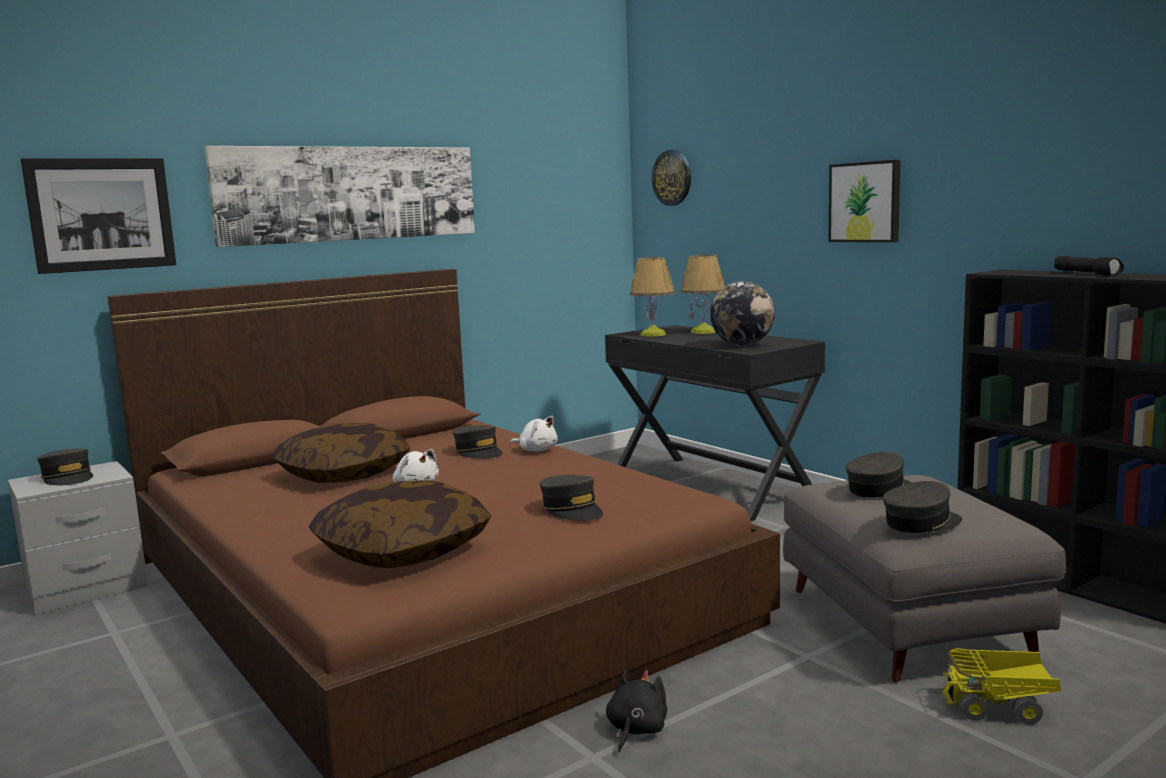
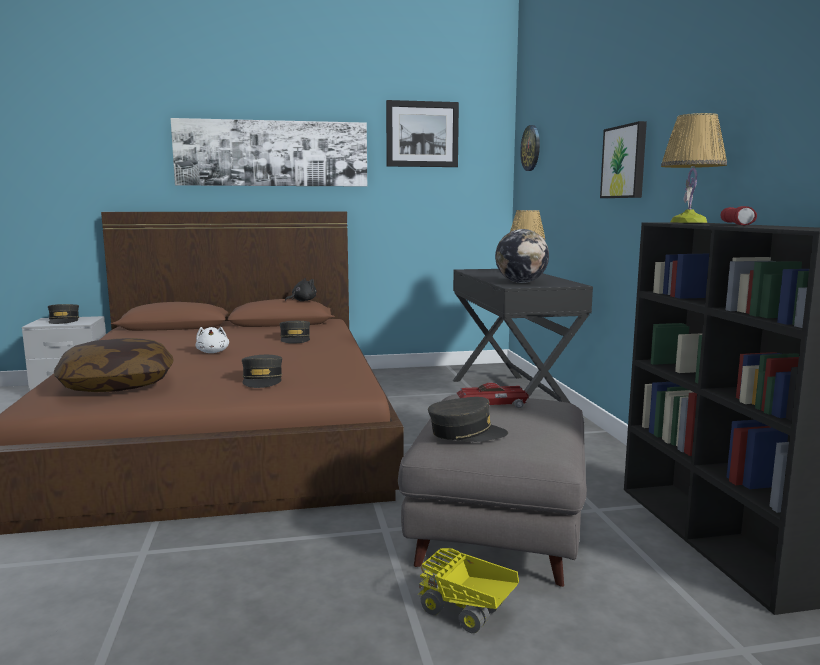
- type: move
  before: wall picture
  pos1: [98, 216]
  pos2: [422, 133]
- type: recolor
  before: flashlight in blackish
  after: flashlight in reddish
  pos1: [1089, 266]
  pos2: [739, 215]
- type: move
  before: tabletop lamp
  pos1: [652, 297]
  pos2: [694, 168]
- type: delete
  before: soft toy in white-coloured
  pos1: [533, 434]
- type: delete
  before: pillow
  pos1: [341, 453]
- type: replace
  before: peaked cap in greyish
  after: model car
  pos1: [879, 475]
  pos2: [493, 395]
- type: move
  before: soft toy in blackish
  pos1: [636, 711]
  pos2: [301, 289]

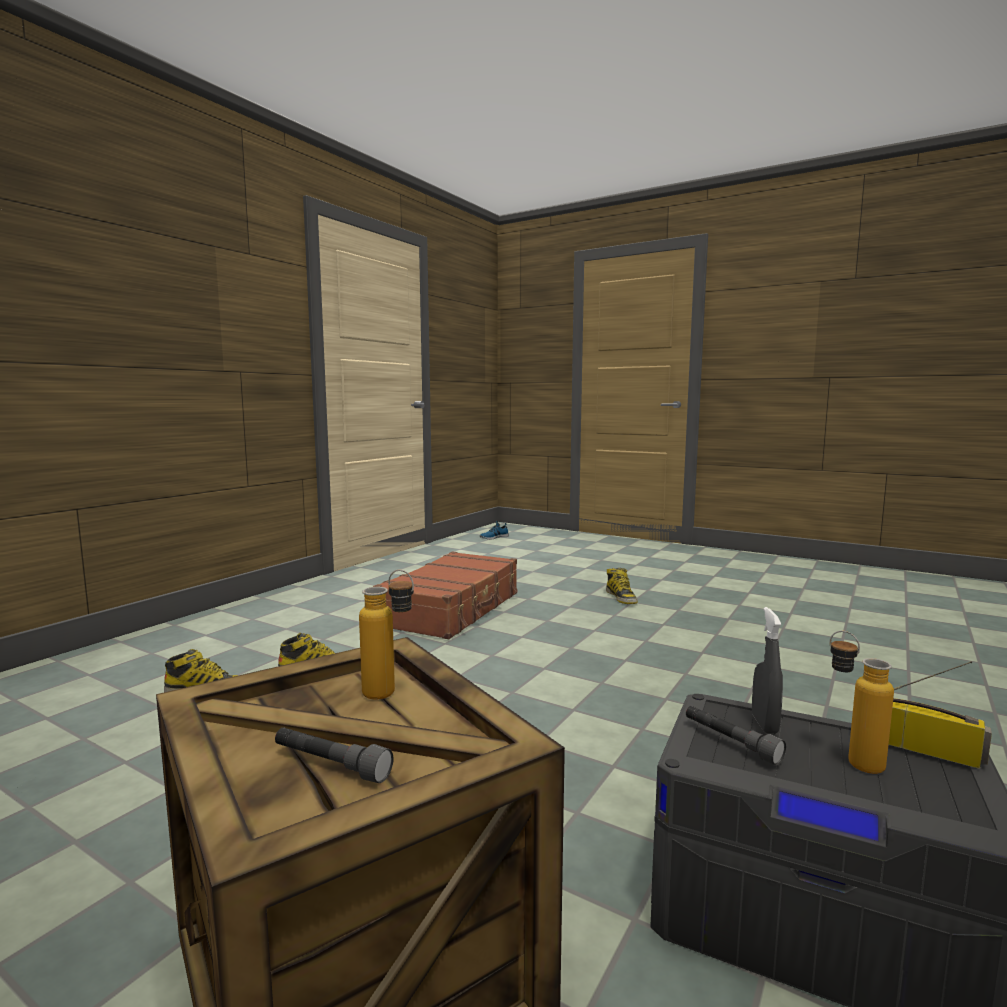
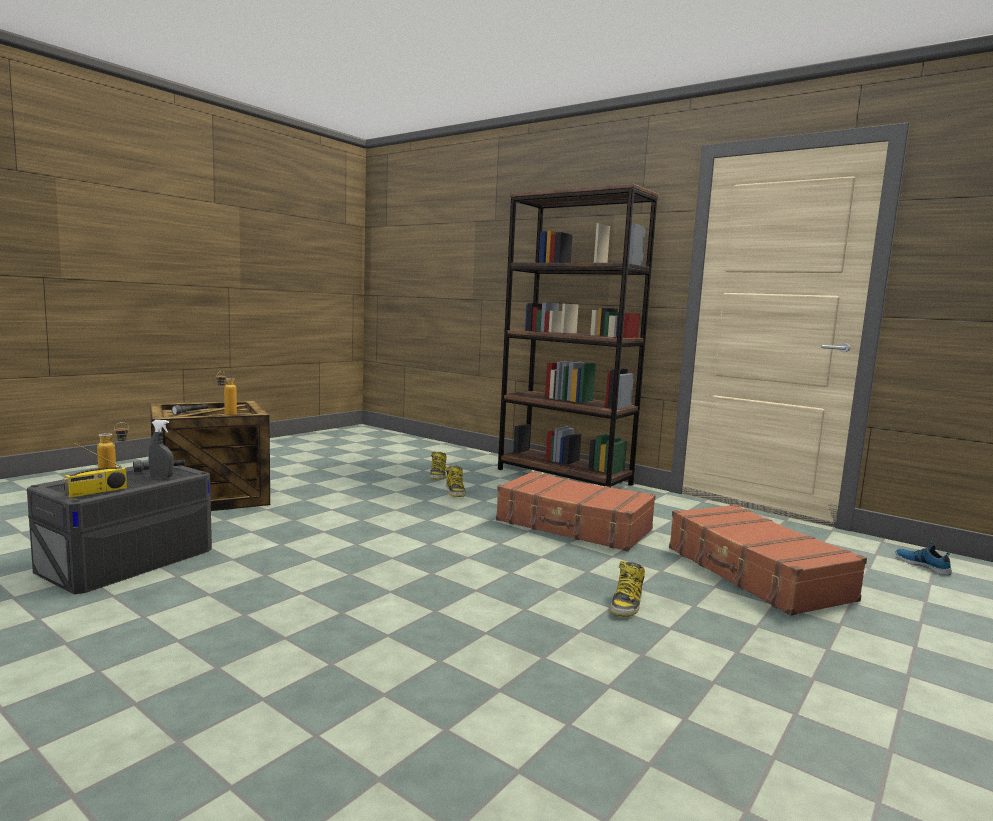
- type: rotate
  before: high-top boot
  pos1: [622, 586]
  pos2: [627, 589]
  turn: -60
- type: insert
  after: bookcase in brownish
  pos2: [578, 336]
- type: insert
  after: travel case in brownish
  pos2: [768, 560]

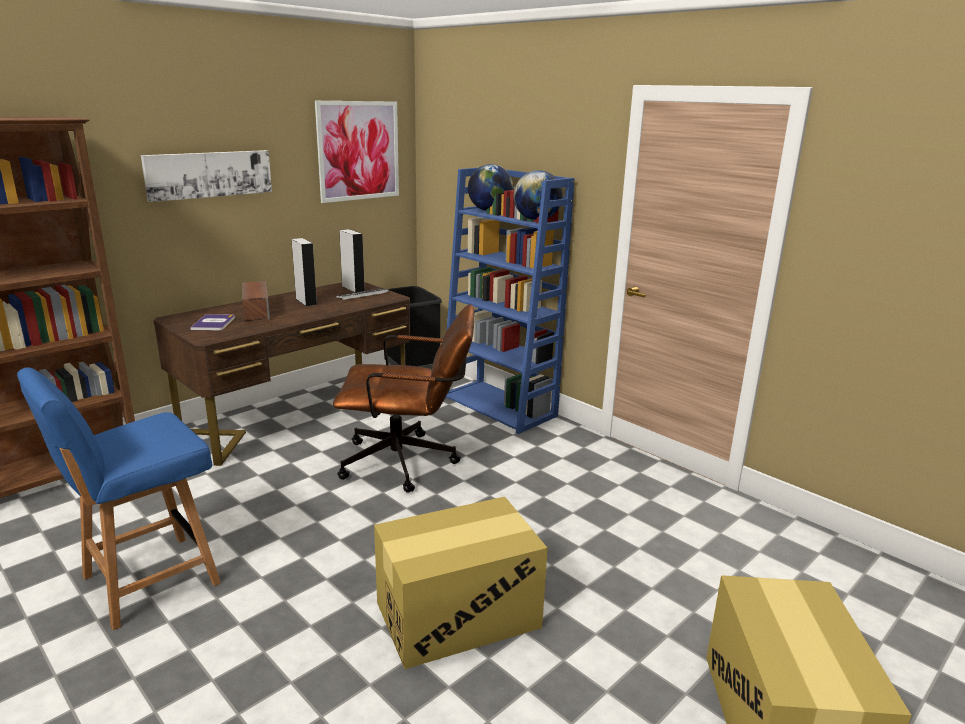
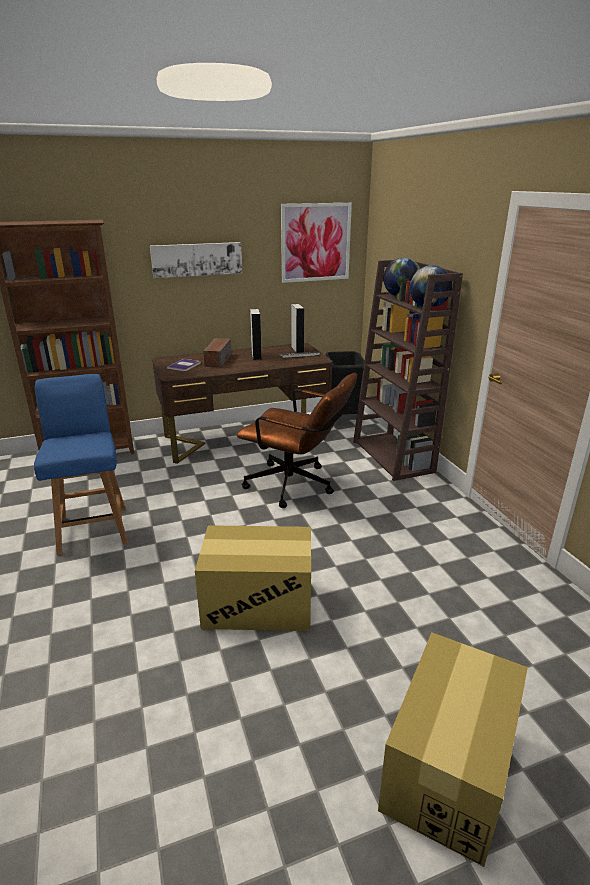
- type: recolor
  before: bookcase in blue
  after: bookcase in brownish
  pos1: [510, 301]
  pos2: [408, 370]
- type: rotate
  before: plain chair in blue
  pos1: [119, 499]
  pos2: [81, 464]
  turn: 90

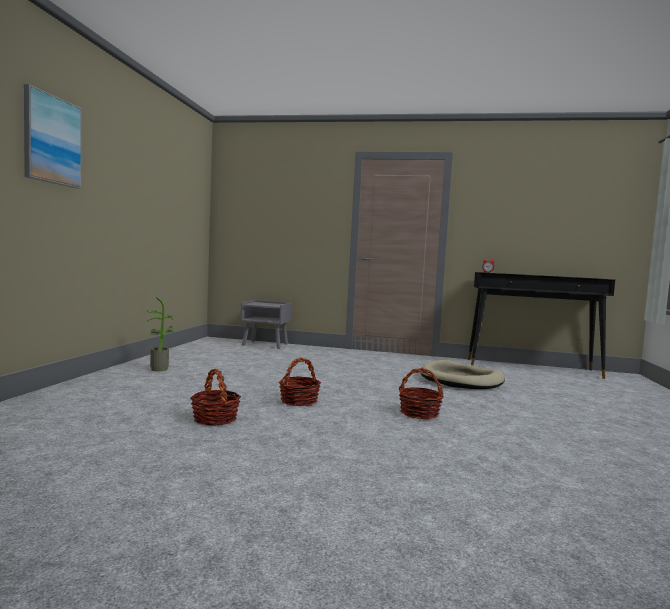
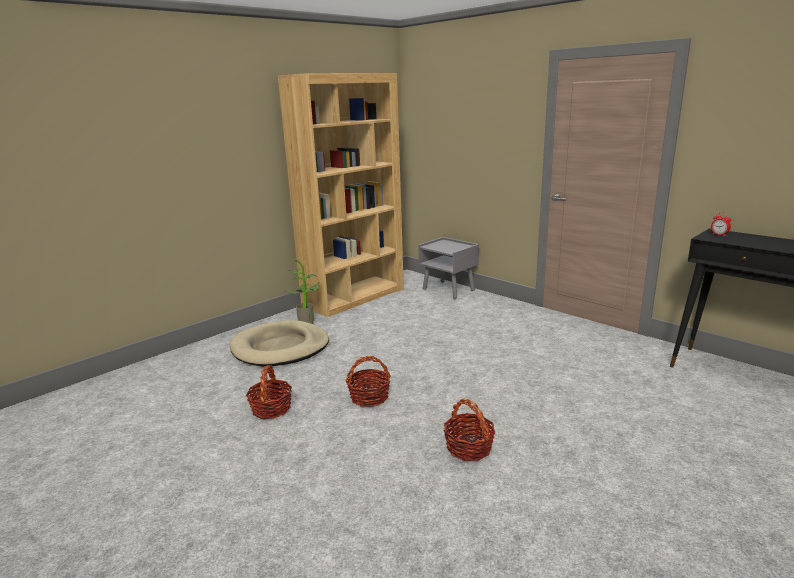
- type: delete
  before: wall picture
  pos1: [53, 136]
- type: move
  before: pet bed in beige
  pos1: [462, 374]
  pos2: [279, 343]
- type: insert
  after: bookcase in brownish
  pos2: [341, 195]

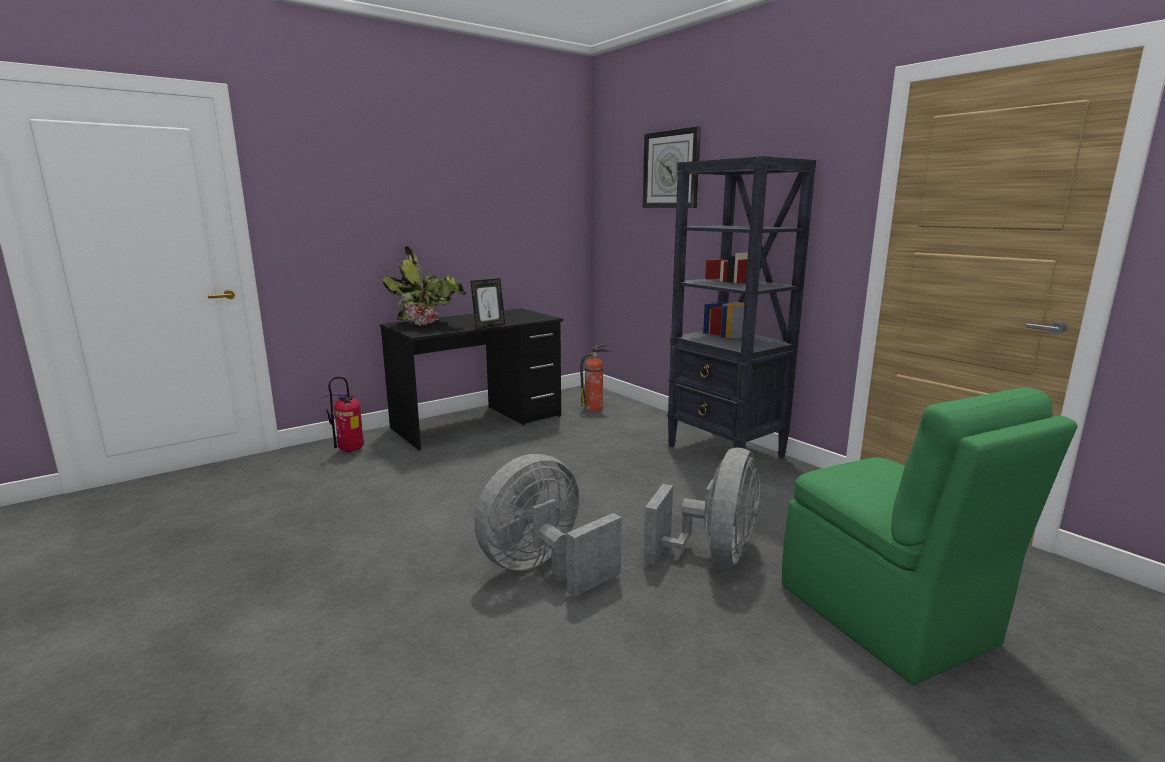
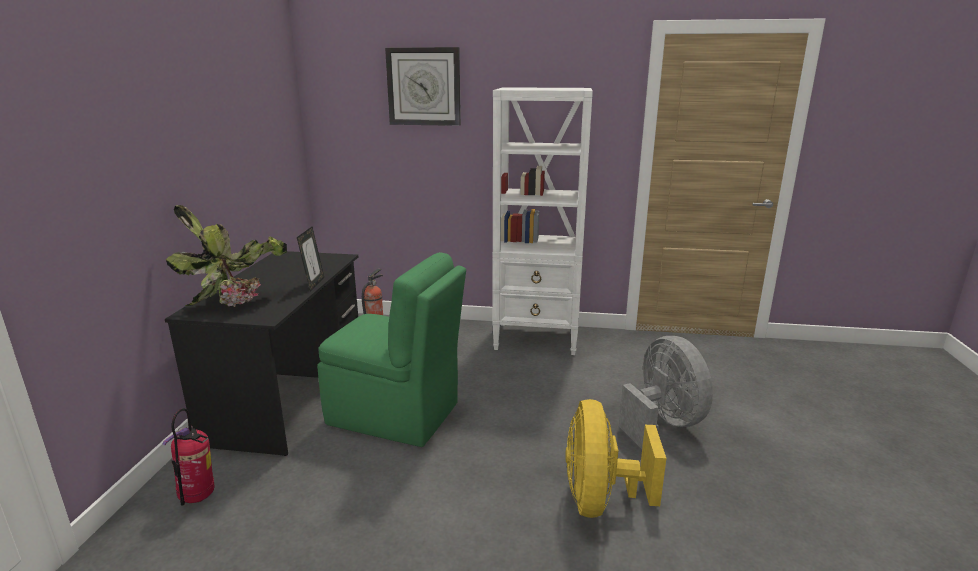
- type: recolor
  before: bookcase in blackish
  after: bookcase in white-coloured
  pos1: [741, 307]
  pos2: [542, 221]
- type: move
  before: plain chair in green-coloured
  pos1: [930, 536]
  pos2: [391, 349]
- type: recolor
  before: cooling fan in greyish
  after: cooling fan in yellowish
  pos1: [548, 525]
  pos2: [615, 458]

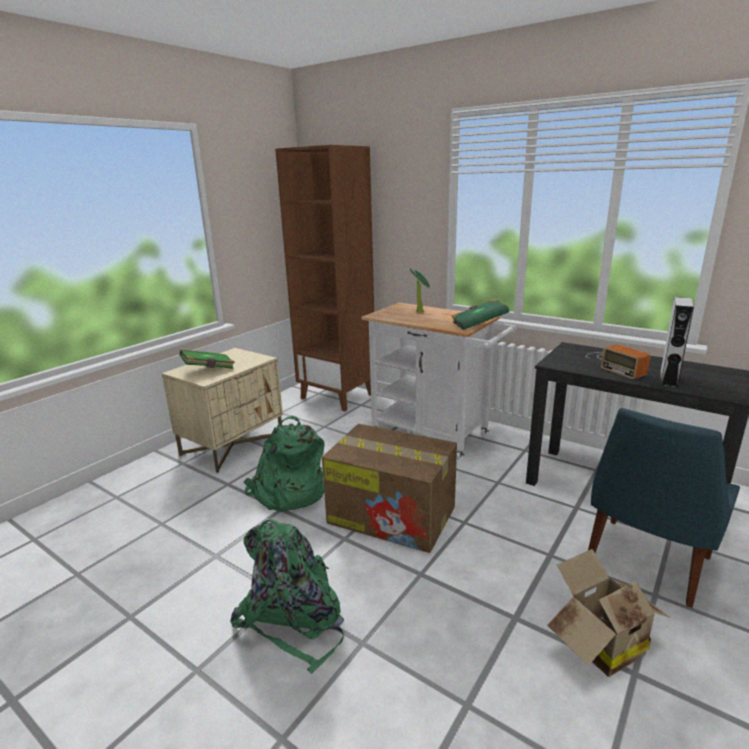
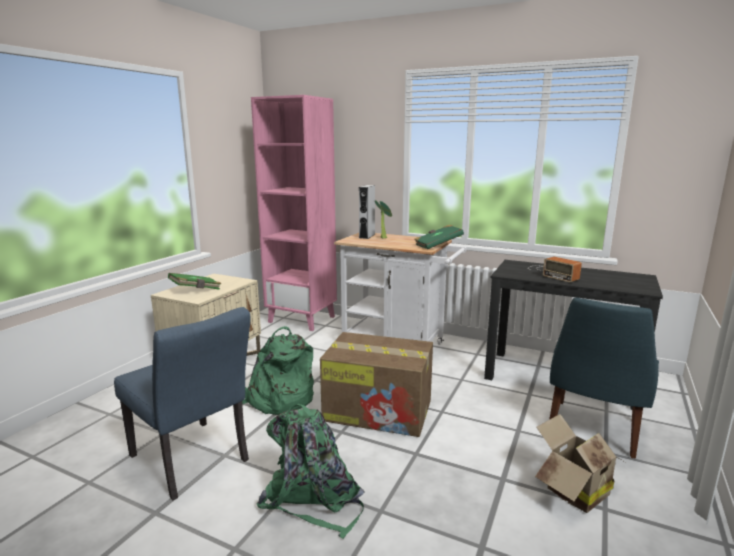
- type: recolor
  before: bookcase in brownish
  after: bookcase in pinkish
  pos1: [324, 278]
  pos2: [294, 213]
- type: move
  before: audio speaker in greyish
  pos1: [677, 342]
  pos2: [367, 212]
- type: insert
  after: plain chair in blue
  pos2: [182, 403]

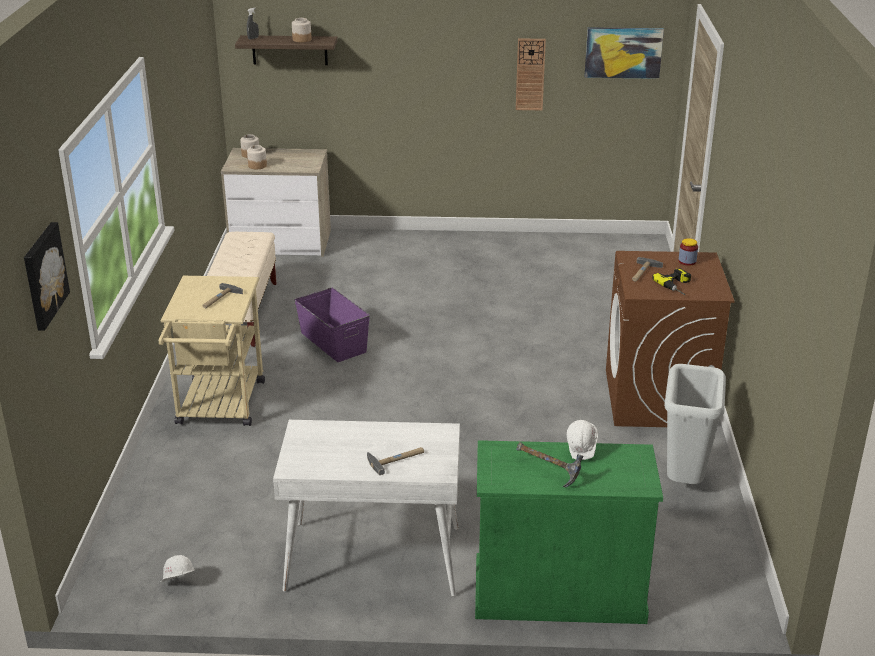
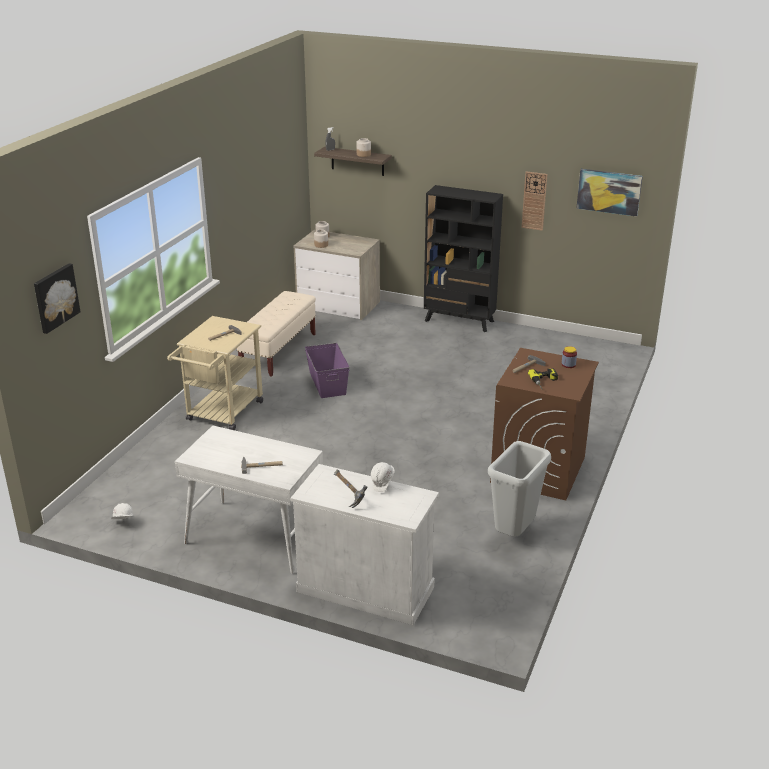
- type: recolor
  before: storage cabinet in green-coloured
  after: storage cabinet in white-coloured
  pos1: [569, 532]
  pos2: [364, 544]
- type: insert
  after: bookcase in blackish
  pos2: [463, 258]

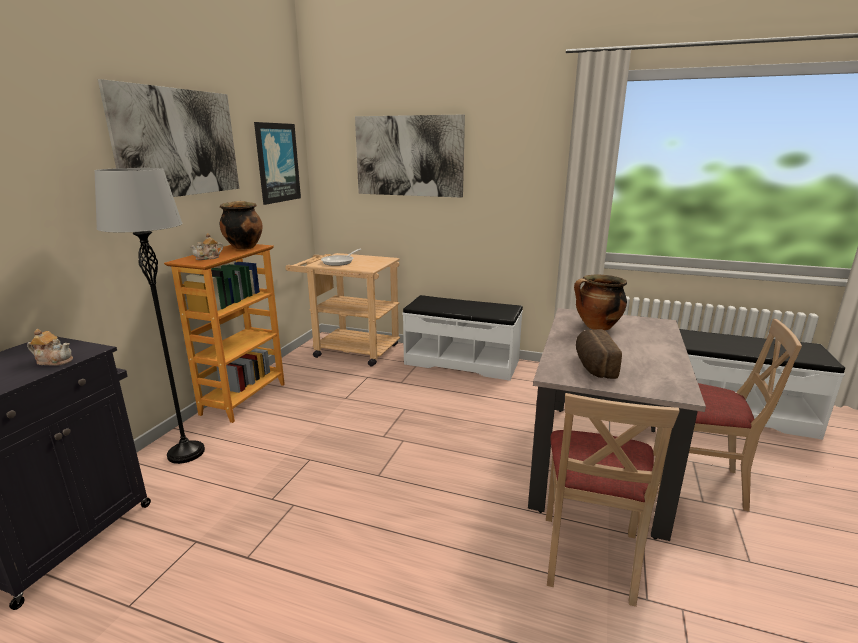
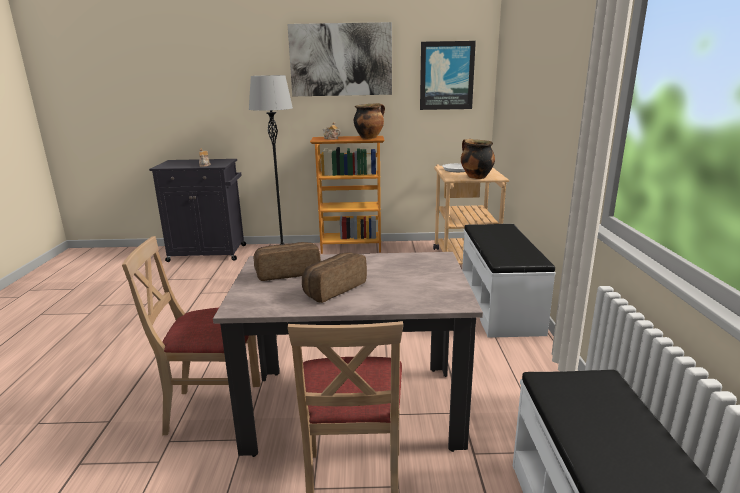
- type: delete
  before: wall picture
  pos1: [410, 156]
- type: move
  before: stockpot
  pos1: [600, 302]
  pos2: [478, 159]
- type: insert
  after: baked bread
  pos2: [334, 277]

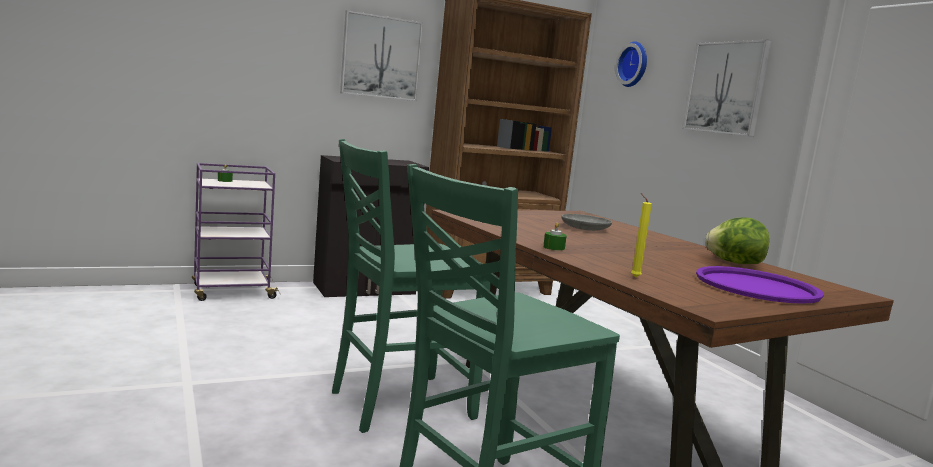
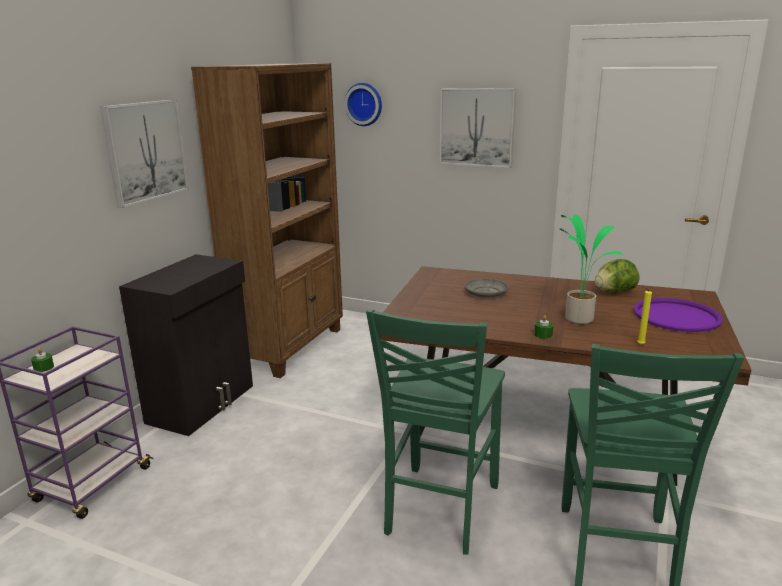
- type: insert
  after: potted plant
  pos2: [591, 269]

